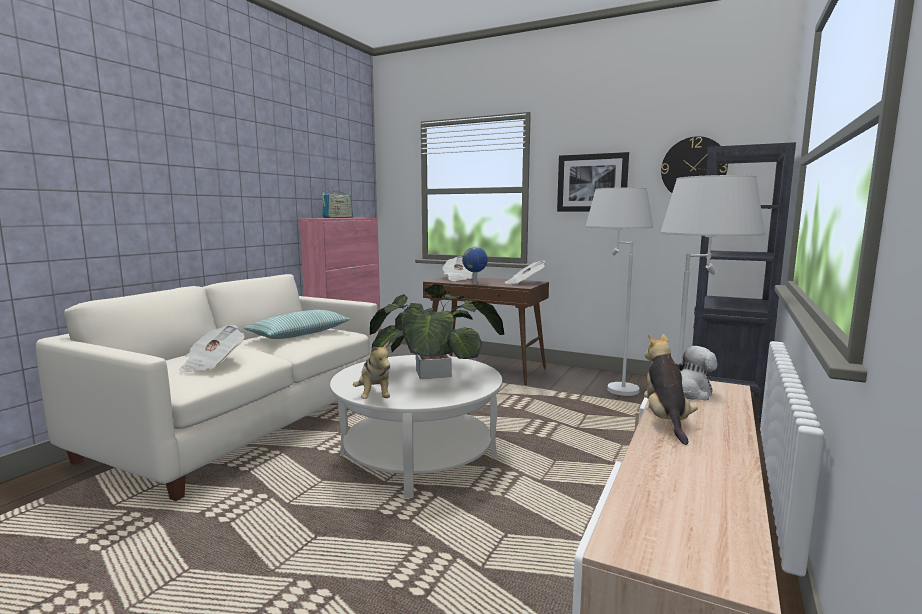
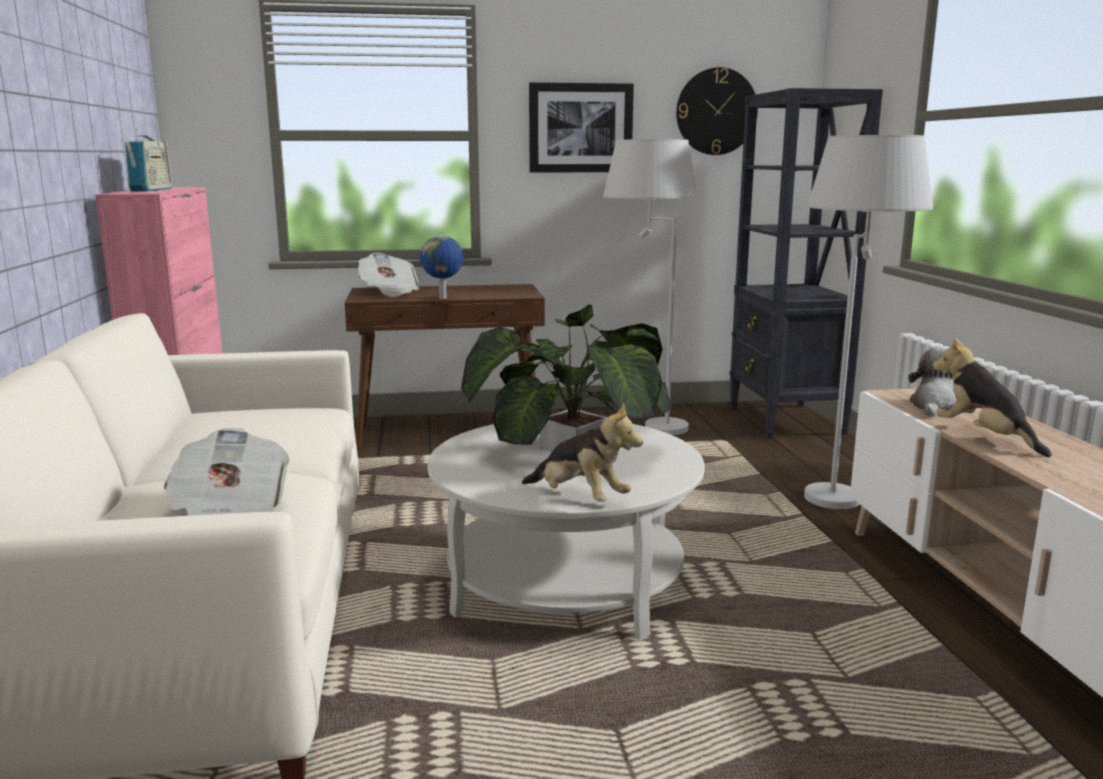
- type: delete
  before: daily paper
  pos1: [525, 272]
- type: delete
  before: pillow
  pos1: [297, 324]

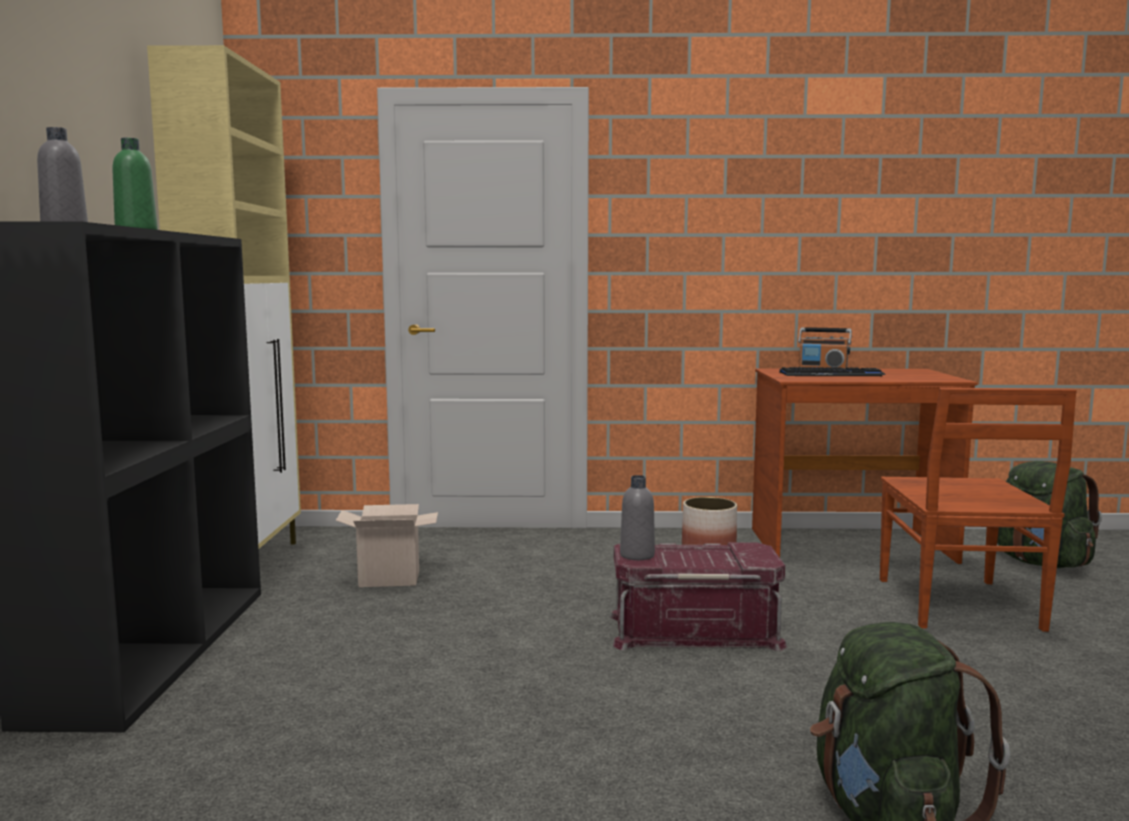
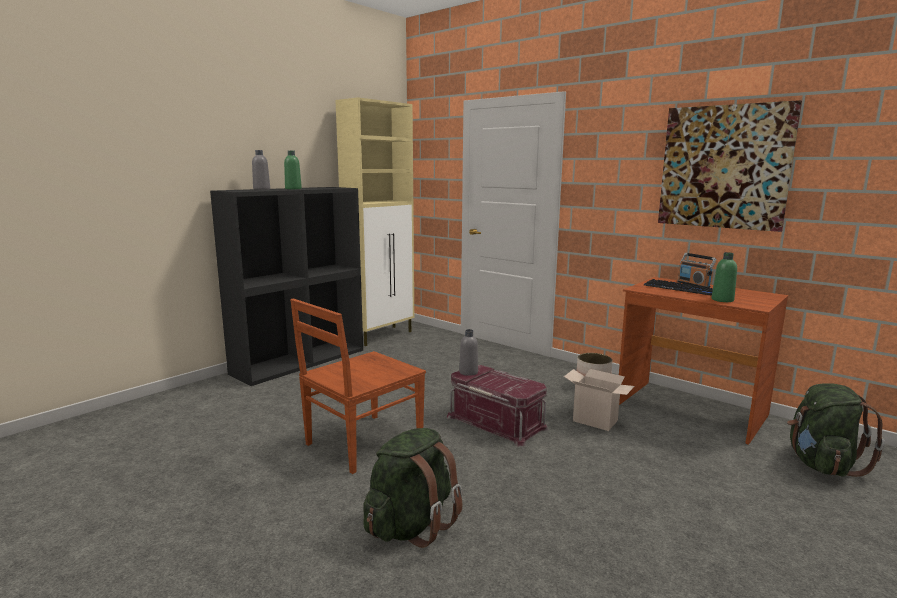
- type: move
  before: plain chair in brownish
  pos1: [978, 510]
  pos2: [358, 386]
- type: move
  before: cardboard box
  pos1: [387, 545]
  pos2: [599, 400]
- type: insert
  after: wall picture
  pos2: [730, 166]
- type: insert
  after: bottle in green-coloured
  pos2: [724, 277]

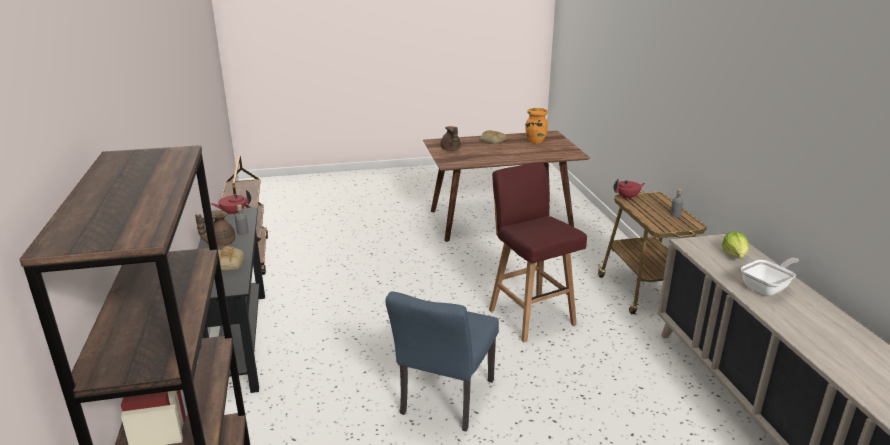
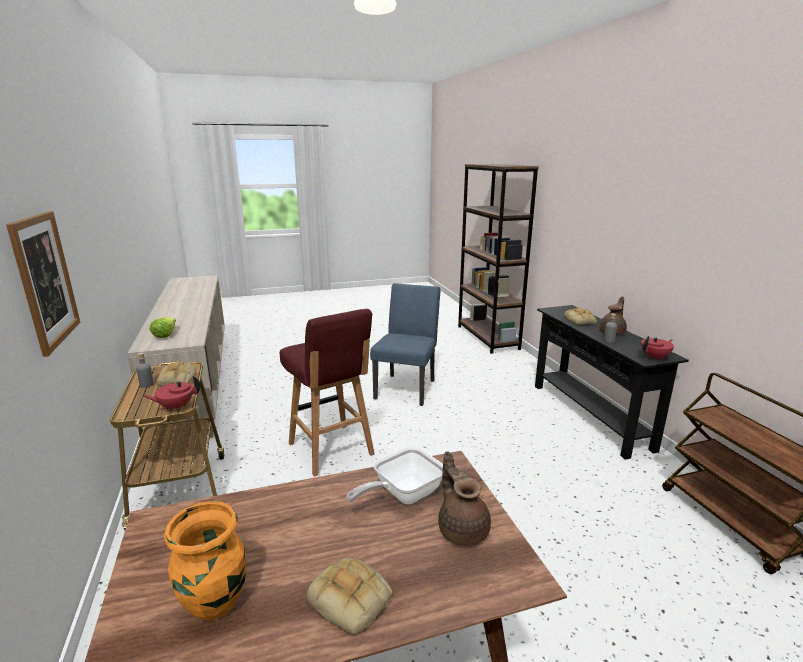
- type: move
  before: frying pan
  pos1: [770, 277]
  pos2: [394, 475]
- type: insert
  after: wall picture
  pos2: [43, 284]
- type: insert
  after: baked bread
  pos2: [176, 374]

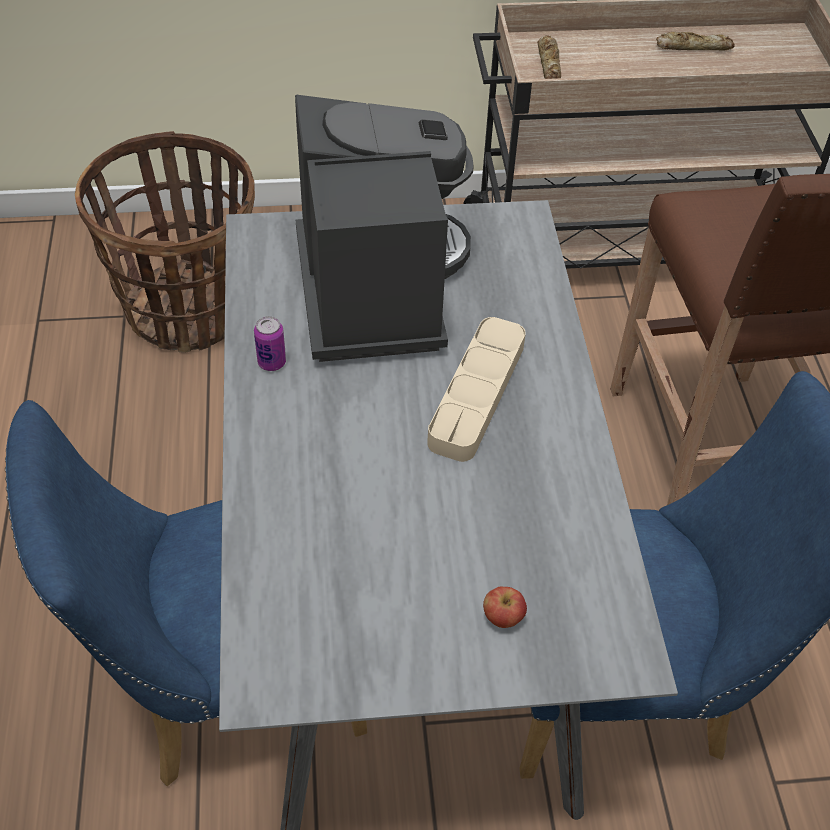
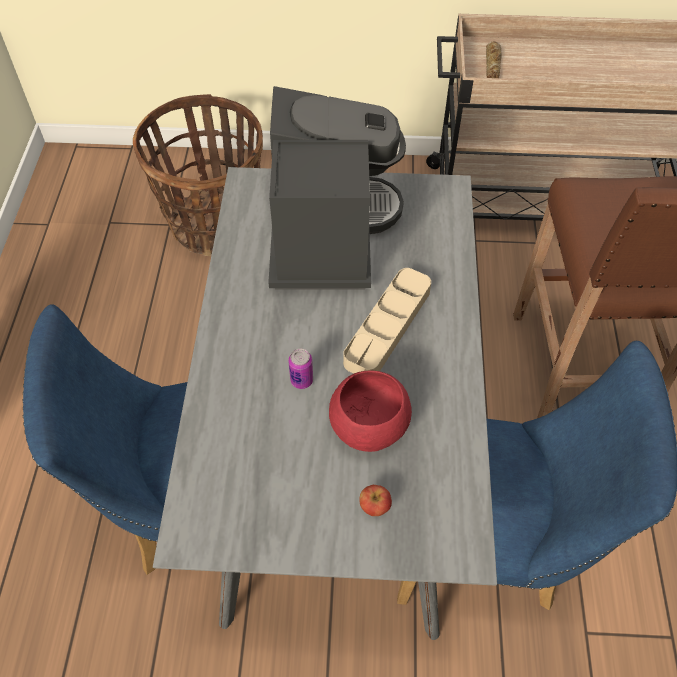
- type: delete
  before: baked bread
  pos1: [695, 41]
- type: move
  before: metal can
  pos1: [270, 343]
  pos2: [300, 368]
- type: insert
  after: deep dish in reddish
  pos2: [370, 411]

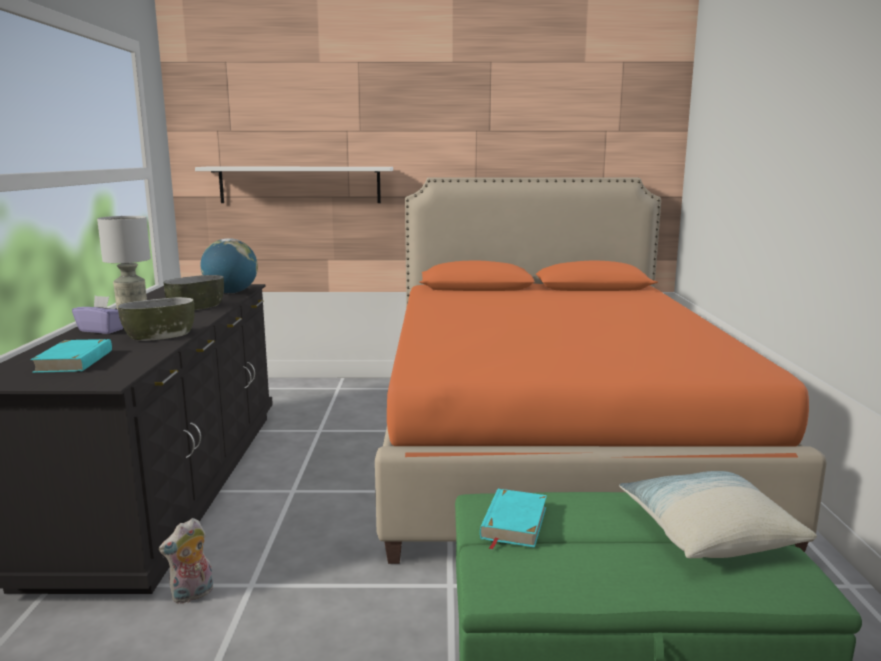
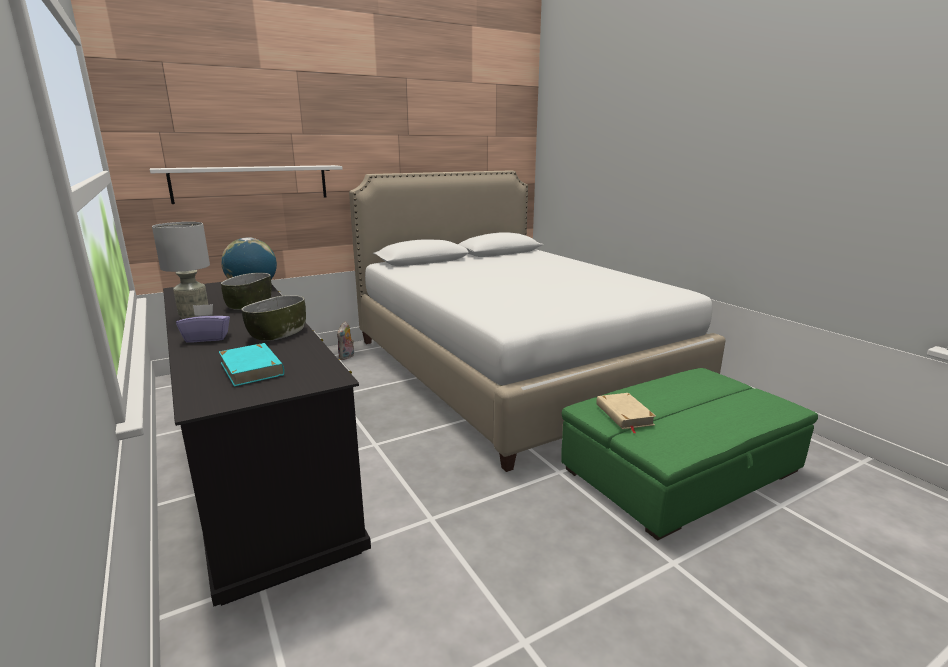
- type: recolor
  before: bed in orange-coloured
  after: bed in white-coloured
  pos1: [601, 370]
  pos2: [537, 321]
- type: delete
  before: pillow
  pos1: [718, 514]
- type: recolor
  before: bound book in blue-green
  after: bound book in beige
  pos1: [513, 519]
  pos2: [626, 413]
- type: move
  before: soft toy
  pos1: [186, 561]
  pos2: [345, 340]

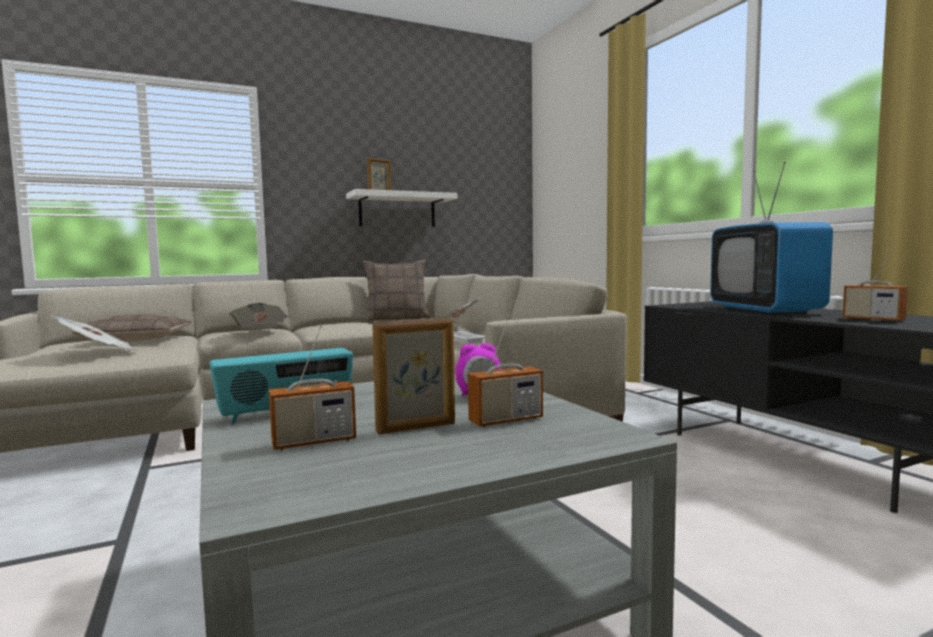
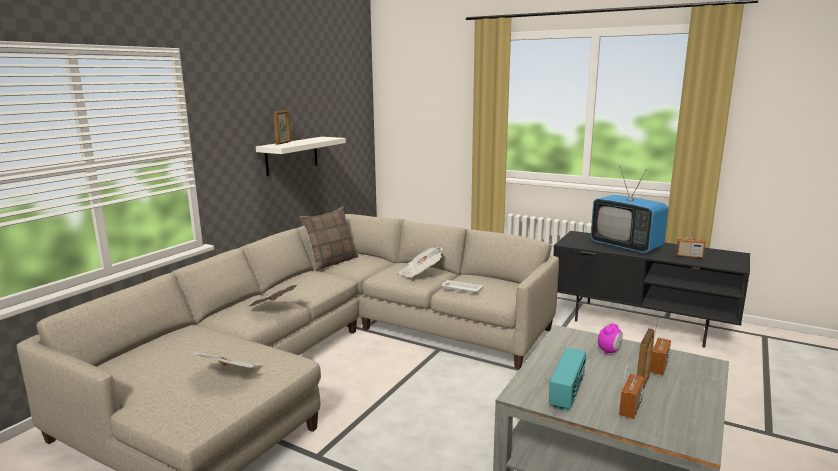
- type: delete
  before: pillow
  pos1: [132, 328]

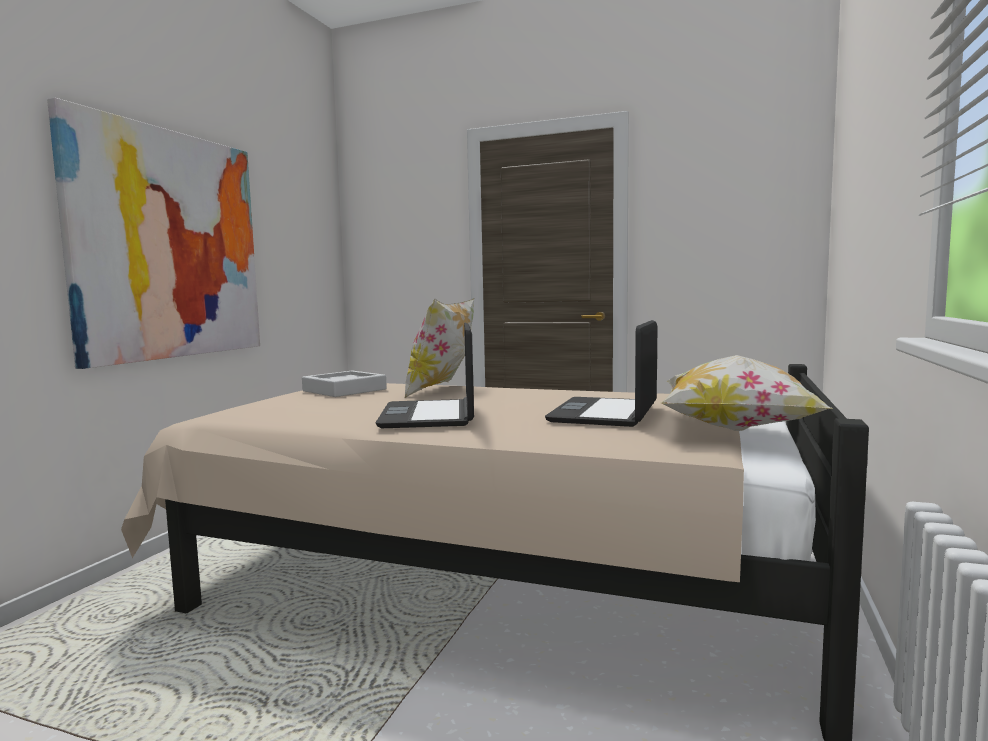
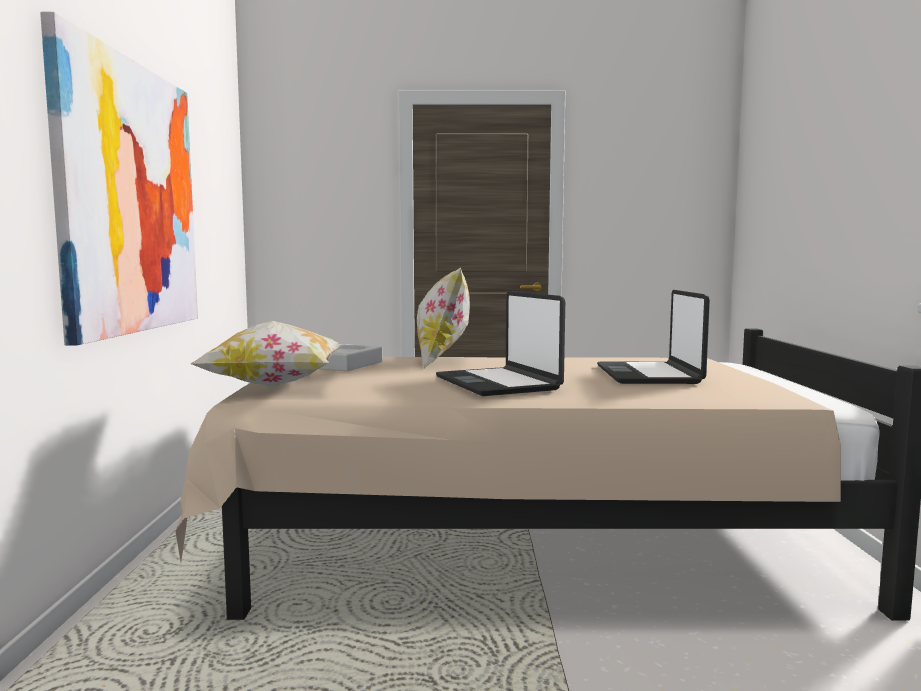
- type: move
  before: pillow
  pos1: [745, 393]
  pos2: [267, 354]

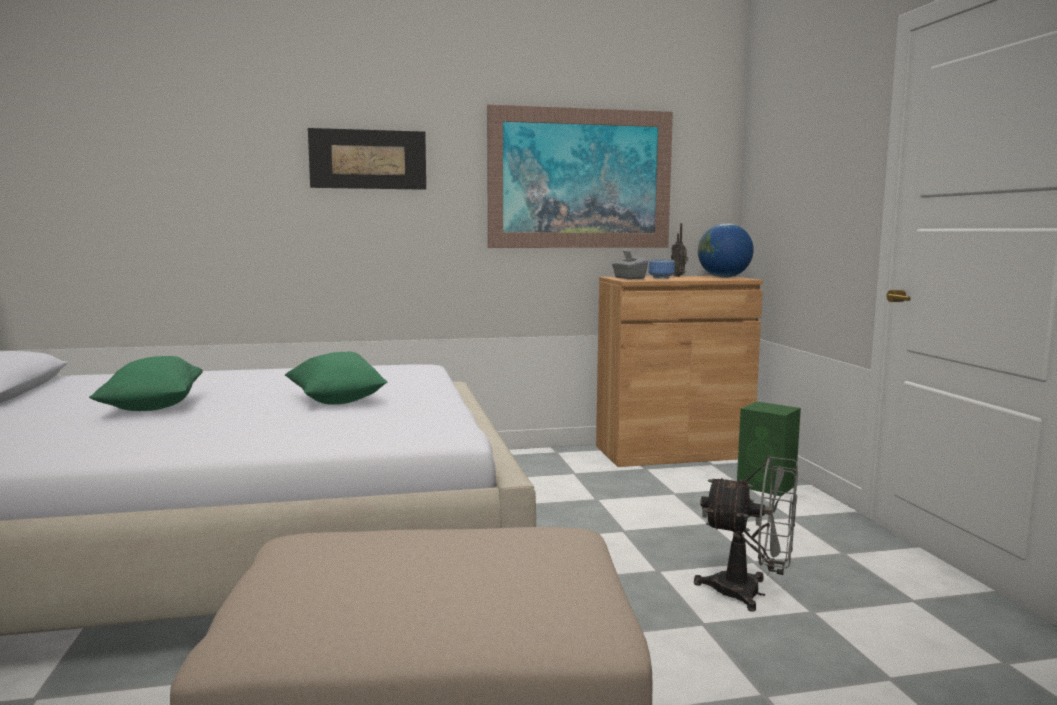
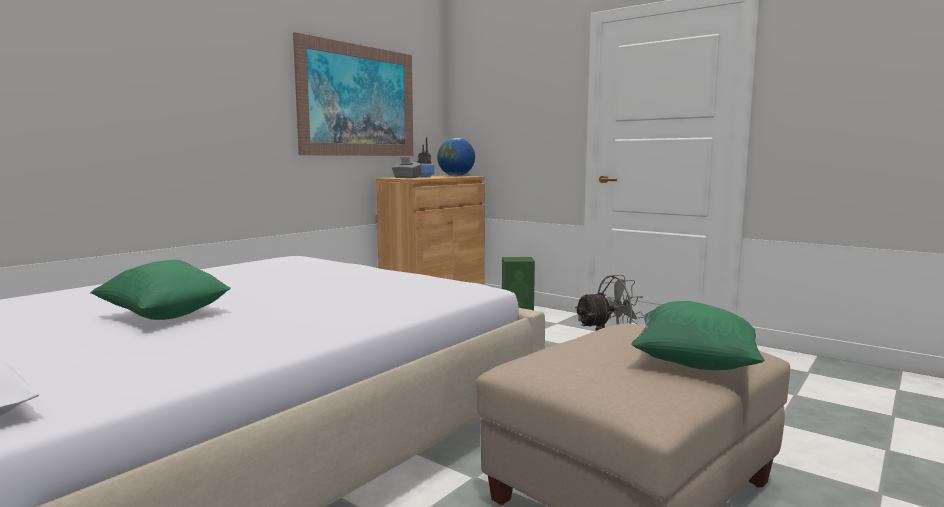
- type: delete
  before: wall picture
  pos1: [367, 159]
- type: move
  before: pillow in green-coloured
  pos1: [336, 378]
  pos2: [698, 335]

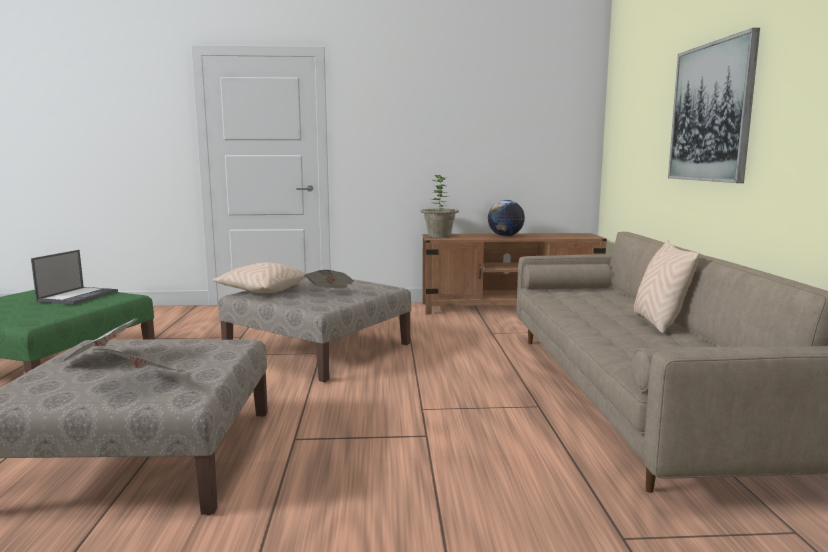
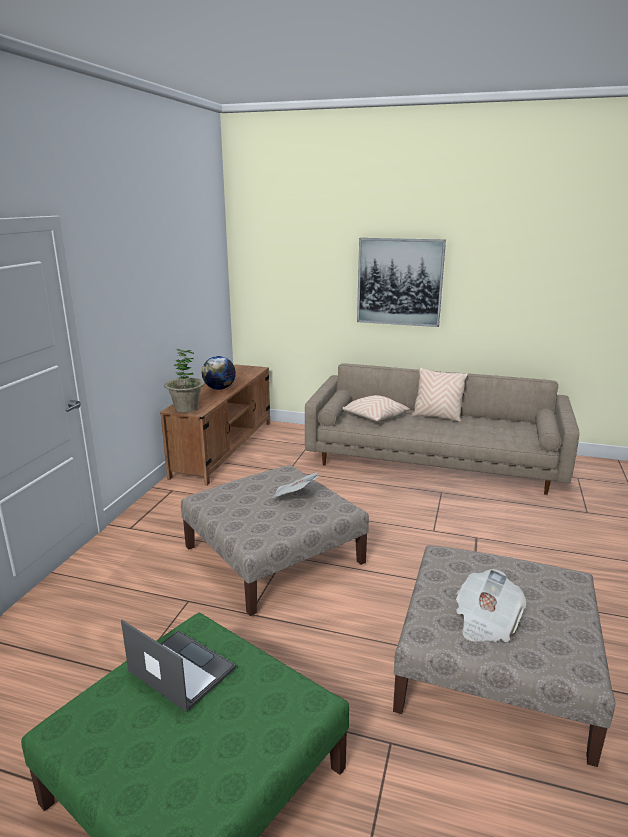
- type: move
  before: pillow in beige
  pos1: [259, 278]
  pos2: [376, 408]
- type: delete
  before: daily paper
  pos1: [136, 359]

